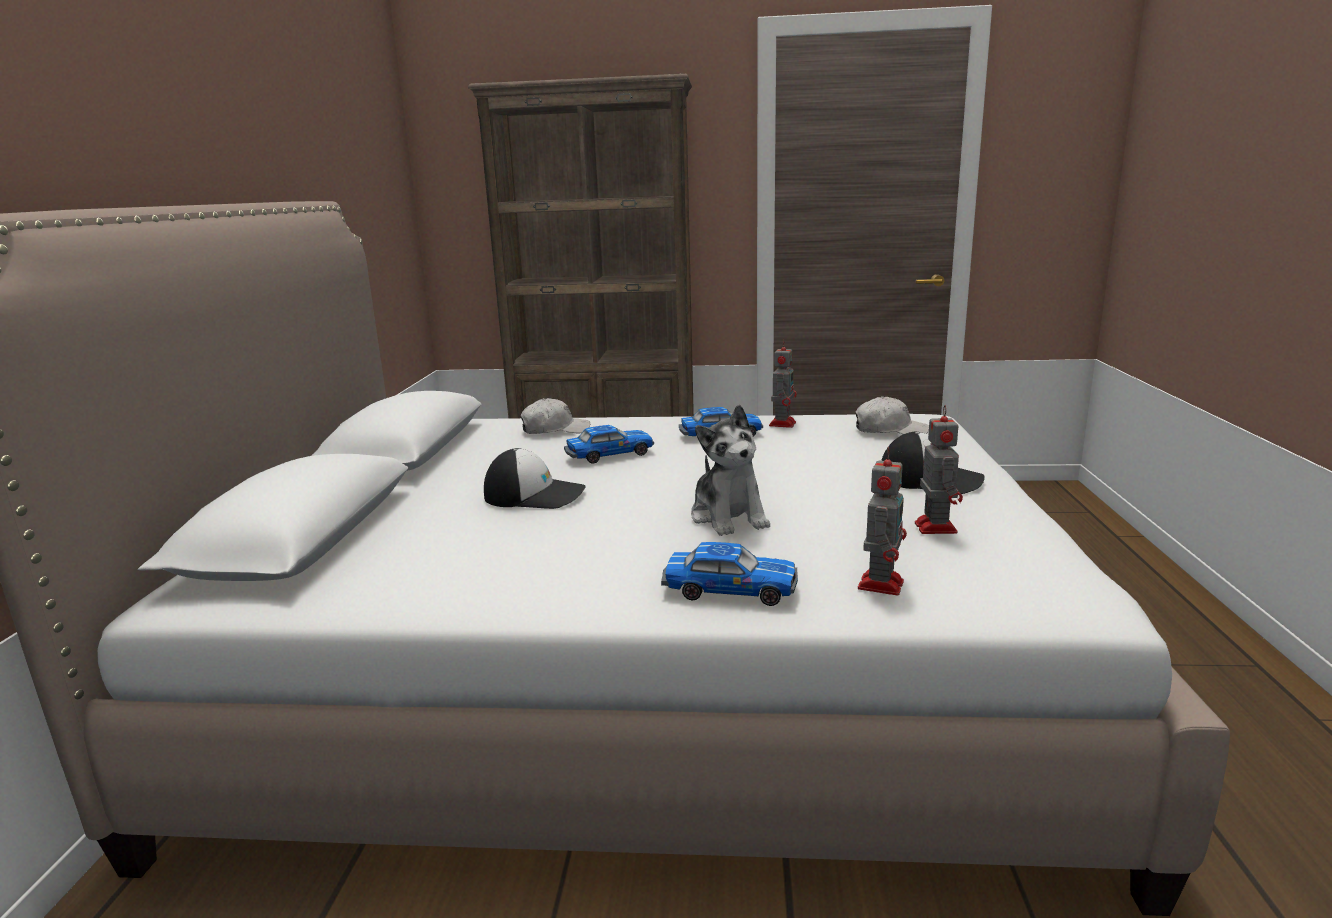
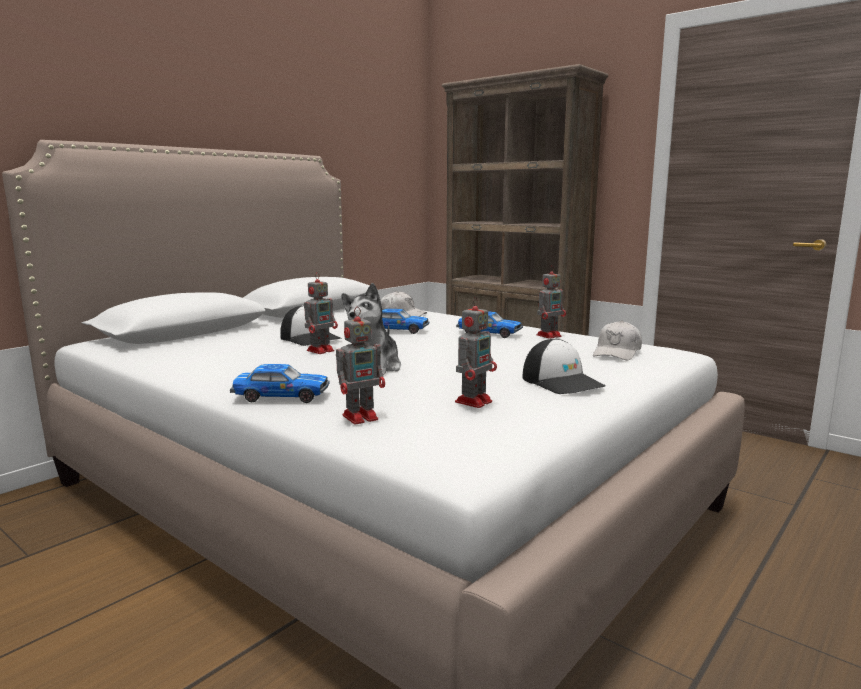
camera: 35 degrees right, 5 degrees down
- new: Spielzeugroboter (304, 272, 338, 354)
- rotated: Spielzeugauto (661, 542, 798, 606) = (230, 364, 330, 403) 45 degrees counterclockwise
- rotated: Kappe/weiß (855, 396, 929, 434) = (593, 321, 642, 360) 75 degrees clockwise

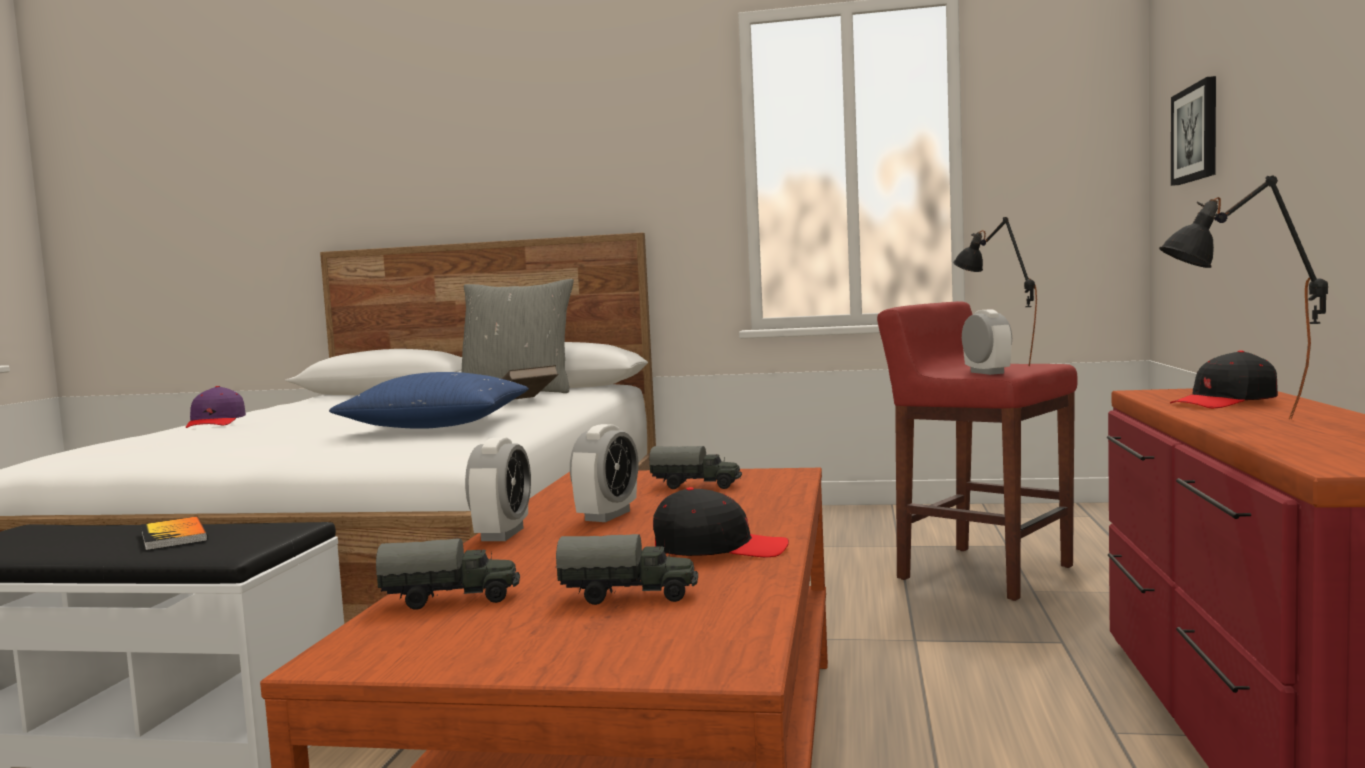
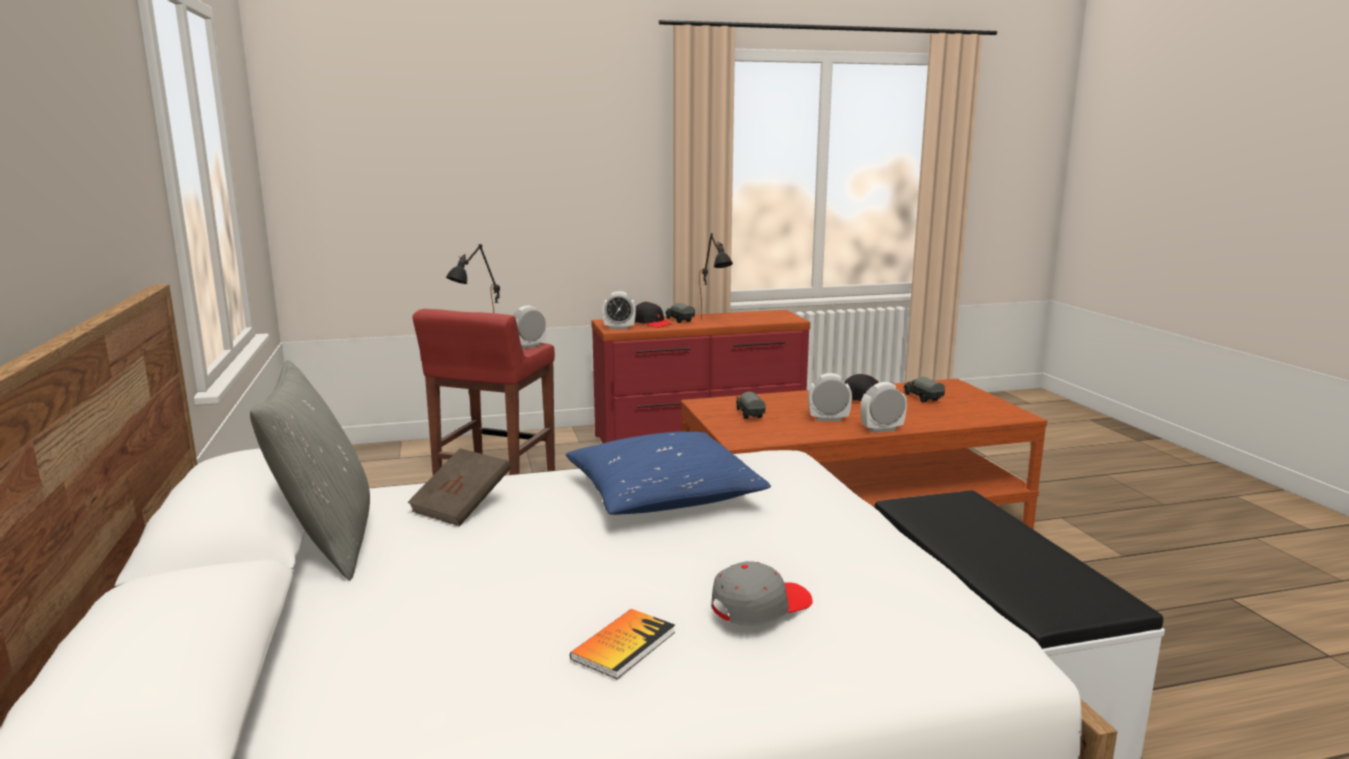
camera: 115 degrees left, 10 degrees up
- gone: Bild (1171, 76, 1216, 186)
- new: Wecker (603, 291, 636, 329)
- shifted: Buch (141, 517, 208, 551) to (570, 609, 675, 679)
- shifted: Spielzeuglaster (376, 538, 520, 610) to (665, 303, 695, 323)
- repainted: Kappe/lila (186, 386, 246, 428) to Kappe/grau (711, 561, 813, 625)

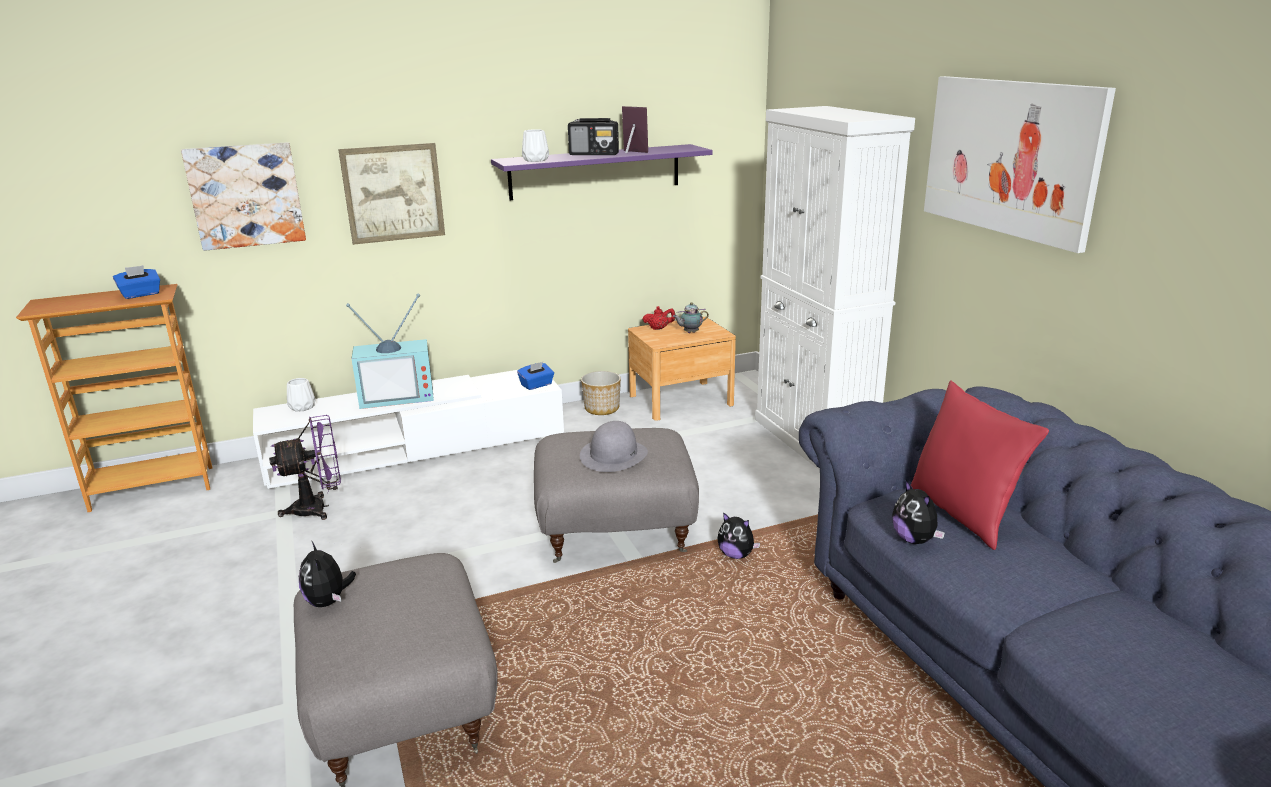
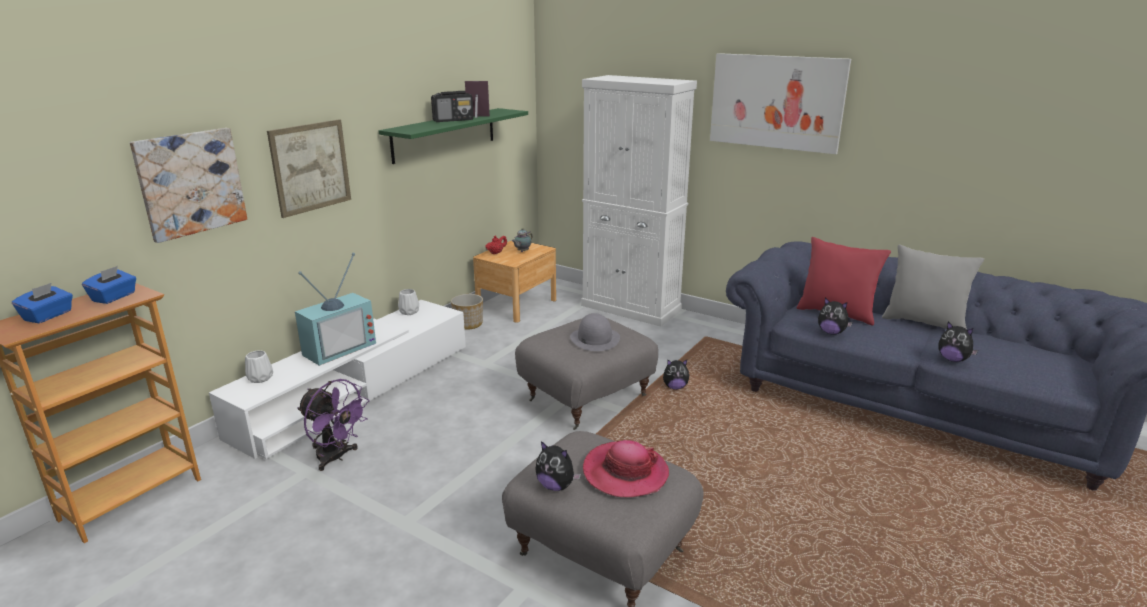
camera: 35 degrees left, 0 degrees up
- new: Hut (583, 440, 669, 497)
- new: Kissen/grau (882, 245, 984, 329)
- new: Plüschtier (938, 322, 978, 362)
- shifted: Taschentuchbox/blau (517, 362, 554, 390) to (12, 283, 73, 323)
- shifted: Vase/weiß (522, 129, 549, 162) to (398, 289, 419, 315)
- repainted: Wandregal/lila (491, 144, 713, 200) to Wandregal/grün (379, 108, 528, 164)
- rotated: Ventilator/lila (269, 415, 341, 520) = (297, 379, 369, 471) 90 degrees clockwise

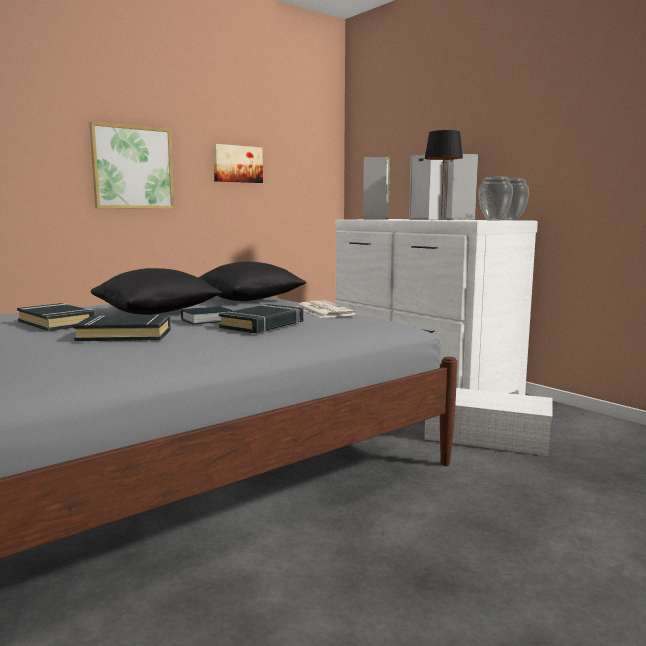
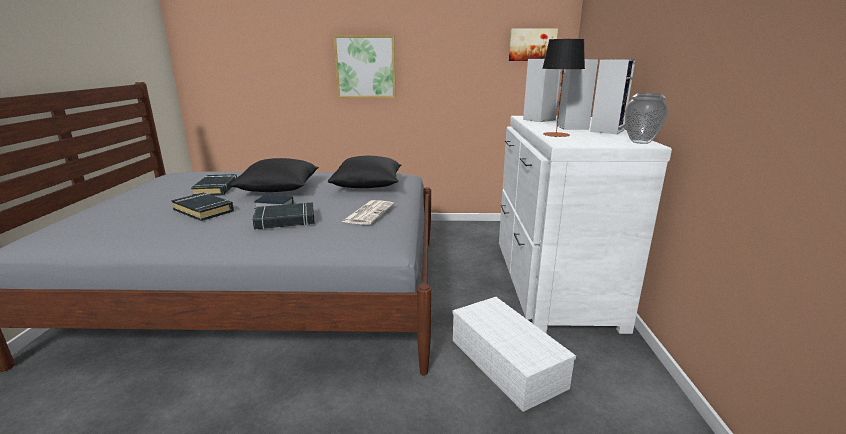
camera: 40 degrees right, 10 degrees up
- gone: Vase (478, 176, 513, 221)
- shifted: Bild (213, 144, 263, 183) to (509, 29, 558, 61)

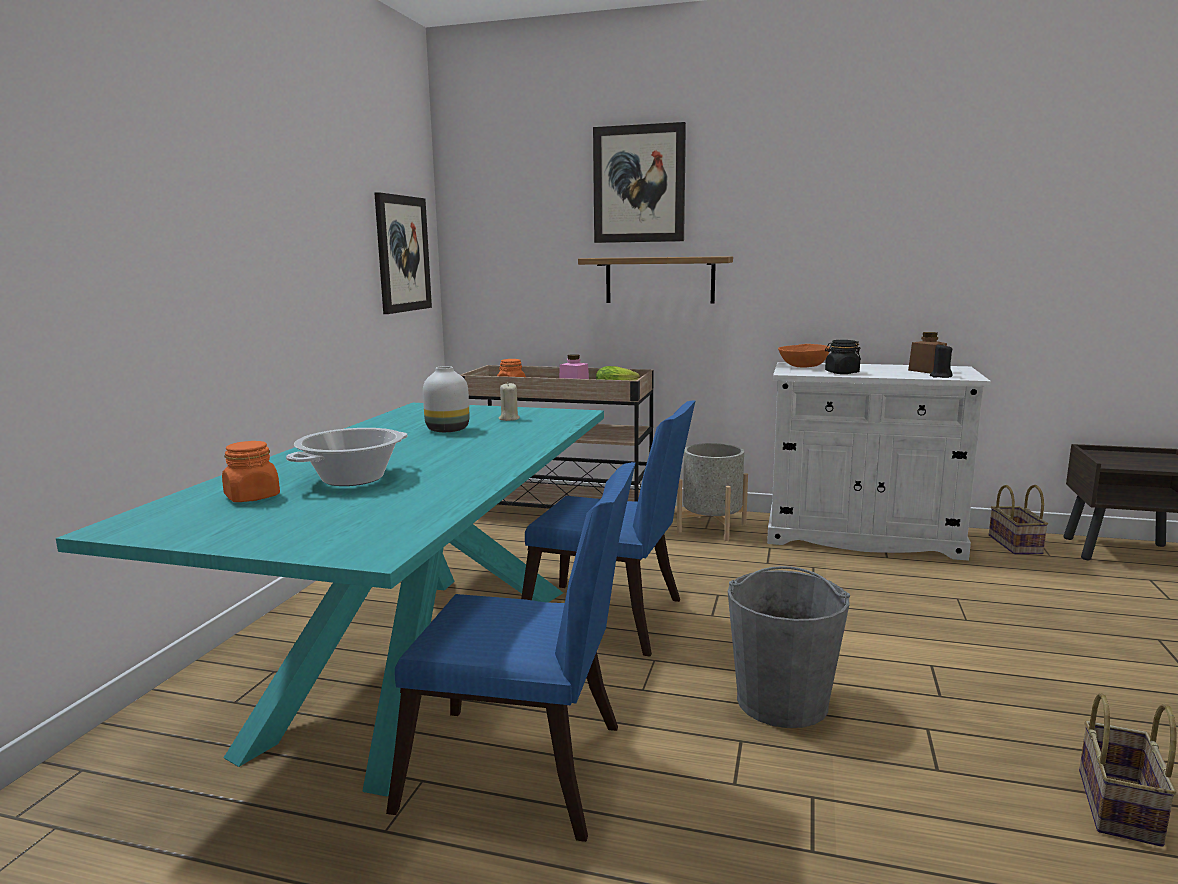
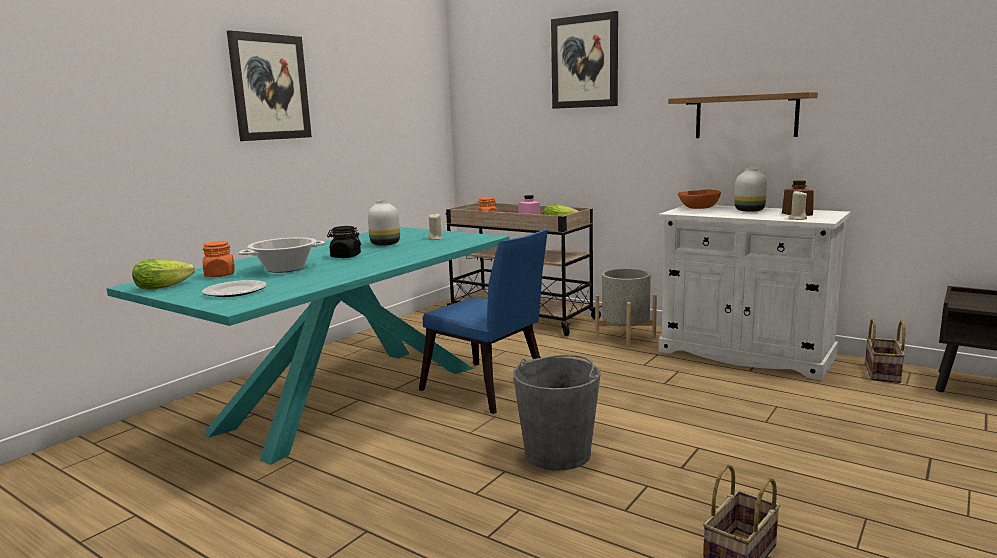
camera: 20 degrees right, 0 degrees up
- gone: Stuhl/blau (386, 462, 635, 842)
- new: Salatkopf (132, 259, 195, 290)
- new: Teller (202, 280, 267, 297)
- new: Vase/weiß (734, 168, 767, 212)
- shifted: Bild (374, 192, 432, 314) to (227, 30, 312, 141)
- shifted: Wandregal (578, 256, 733, 304) to (668, 92, 818, 138)
- shifted: Vorratsglas/schwarz (825, 340, 861, 374) to (327, 226, 361, 258)
- repainted: Kerze/schwarz (930, 344, 952, 378) to Kerze/beige (789, 191, 807, 220)

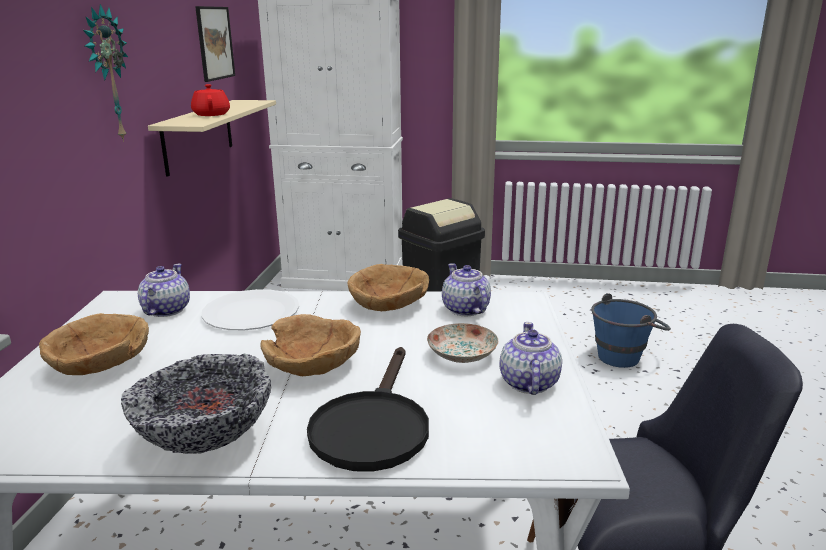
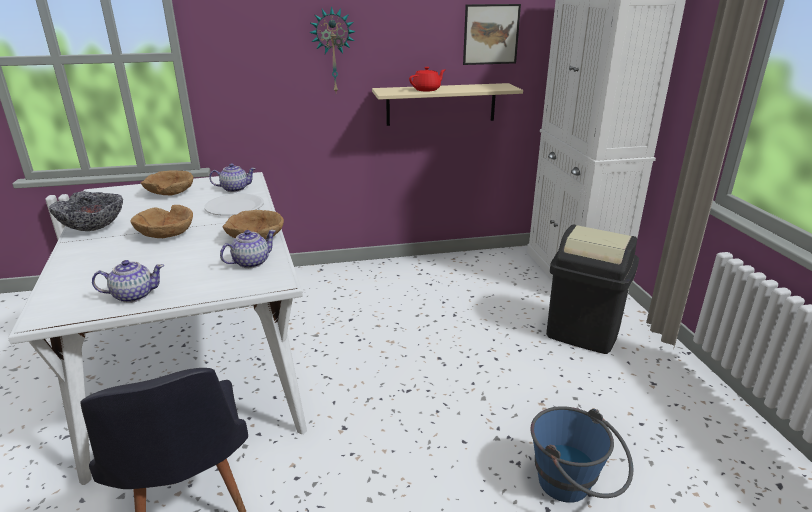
camera: 70 degrees right, 5 degrees up
- gone: Pfanne/schwarz (307, 347, 429, 472)
- gone: Teller (427, 323, 498, 363)

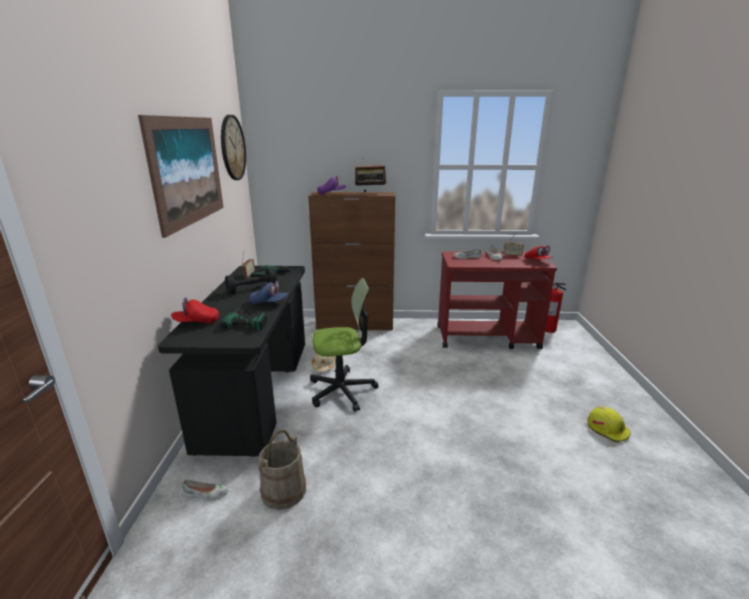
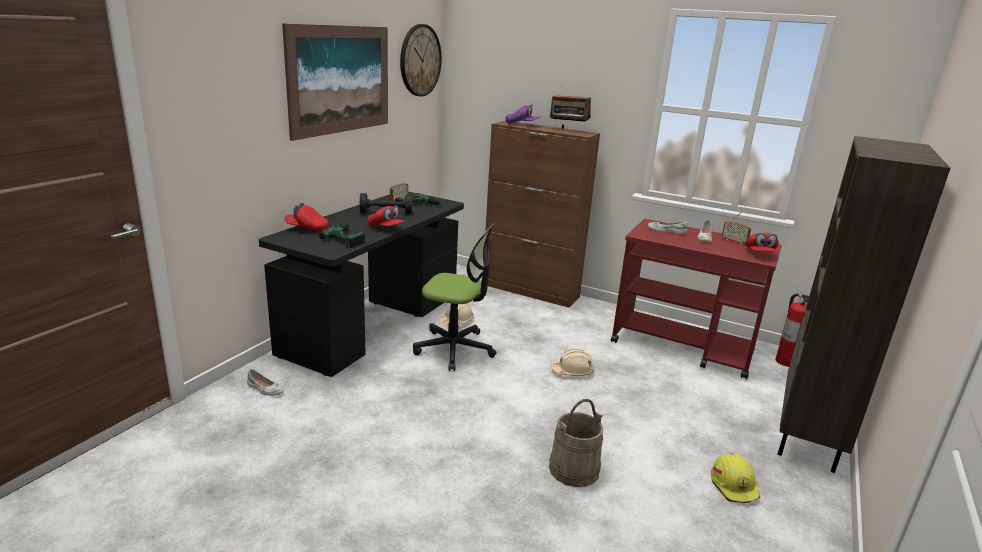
camera: 25 degrees right, 0 degrees up
- new: Schutzhelm/beige (551, 349, 594, 376)
- new: Bücherregal/braun (778, 136, 951, 473)
- shifted: Eimer/beige (259, 430, 306, 510) to (549, 399, 603, 487)
- repainted: Kappe/blau (249, 281, 288, 304) to Kappe/rot (367, 205, 405, 226)

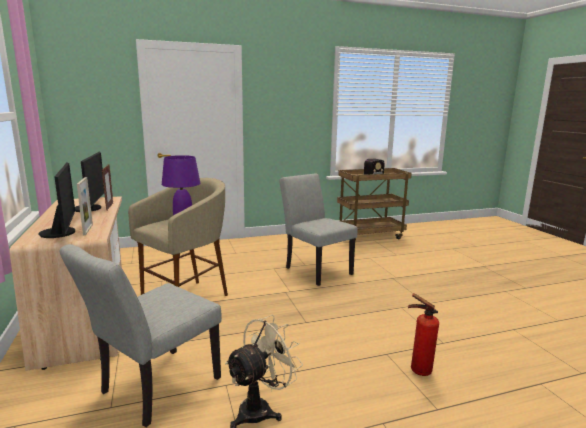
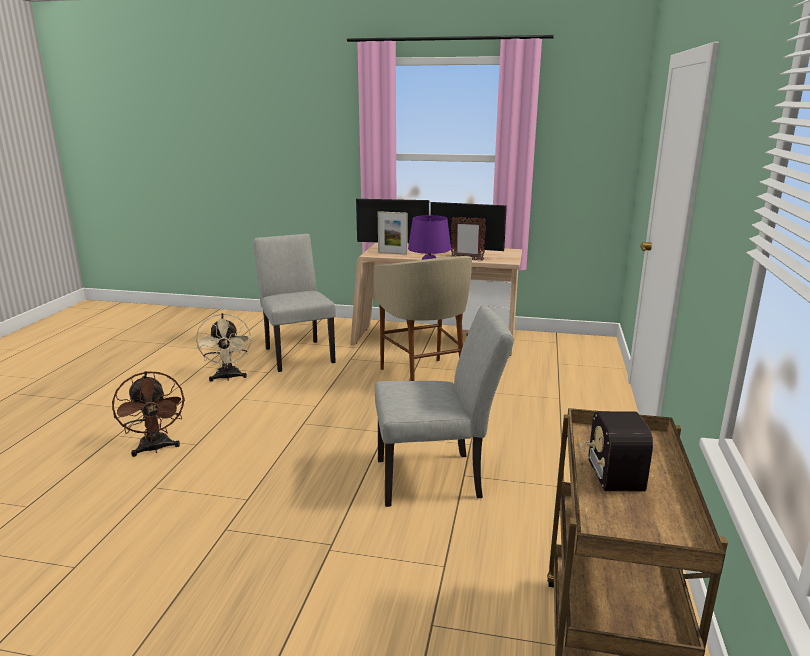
camera: 120 degrees right, 5 degrees up
- swapped: Feuerlöscher (408, 293, 439, 376) to Ventilator/braun (112, 371, 185, 457)

